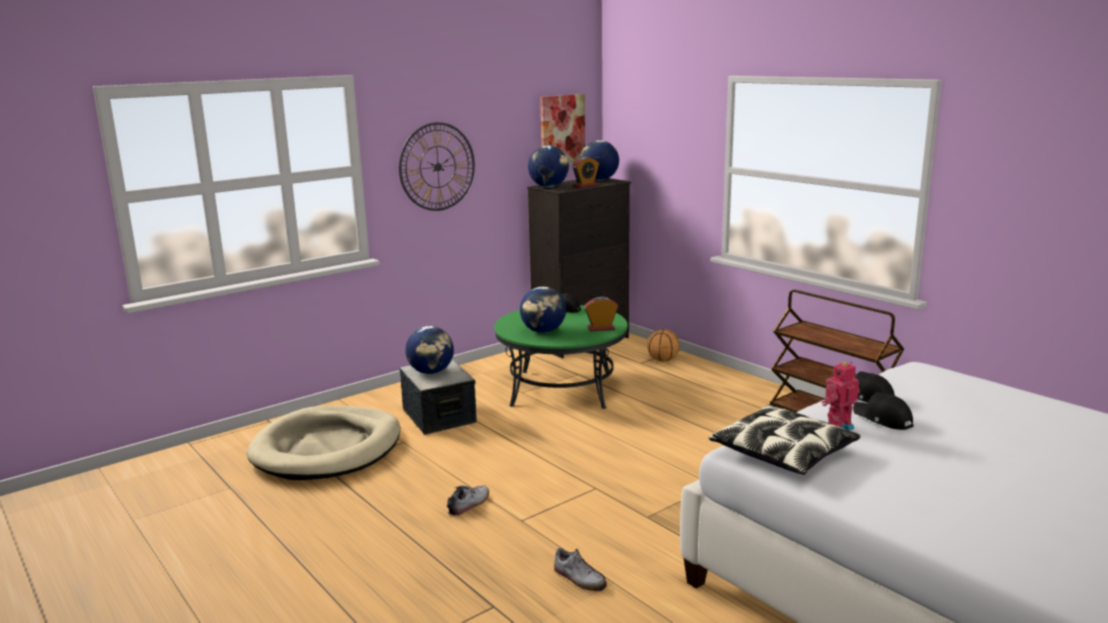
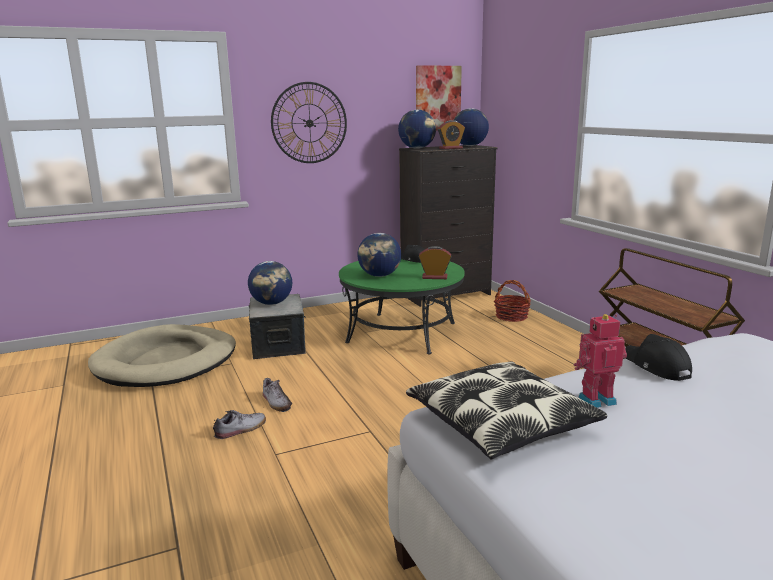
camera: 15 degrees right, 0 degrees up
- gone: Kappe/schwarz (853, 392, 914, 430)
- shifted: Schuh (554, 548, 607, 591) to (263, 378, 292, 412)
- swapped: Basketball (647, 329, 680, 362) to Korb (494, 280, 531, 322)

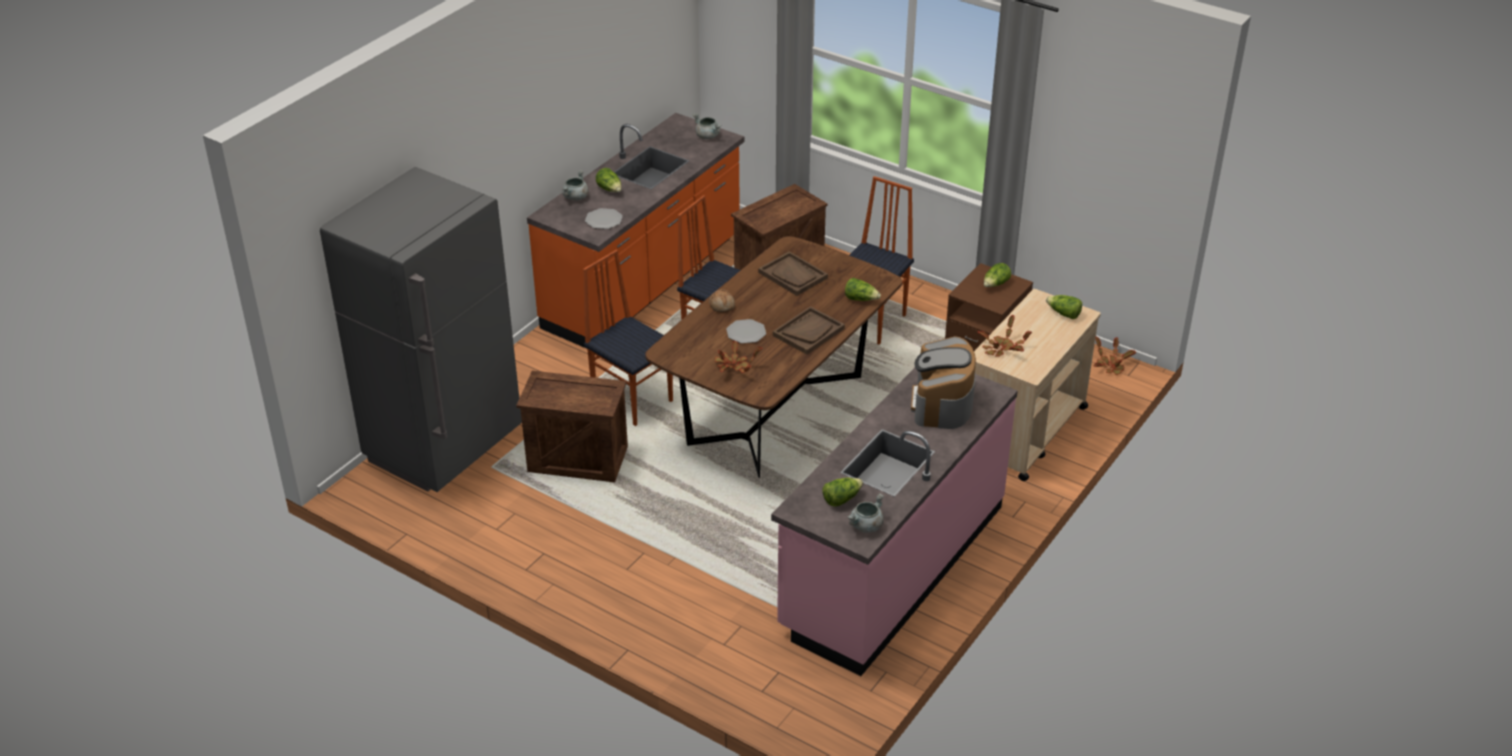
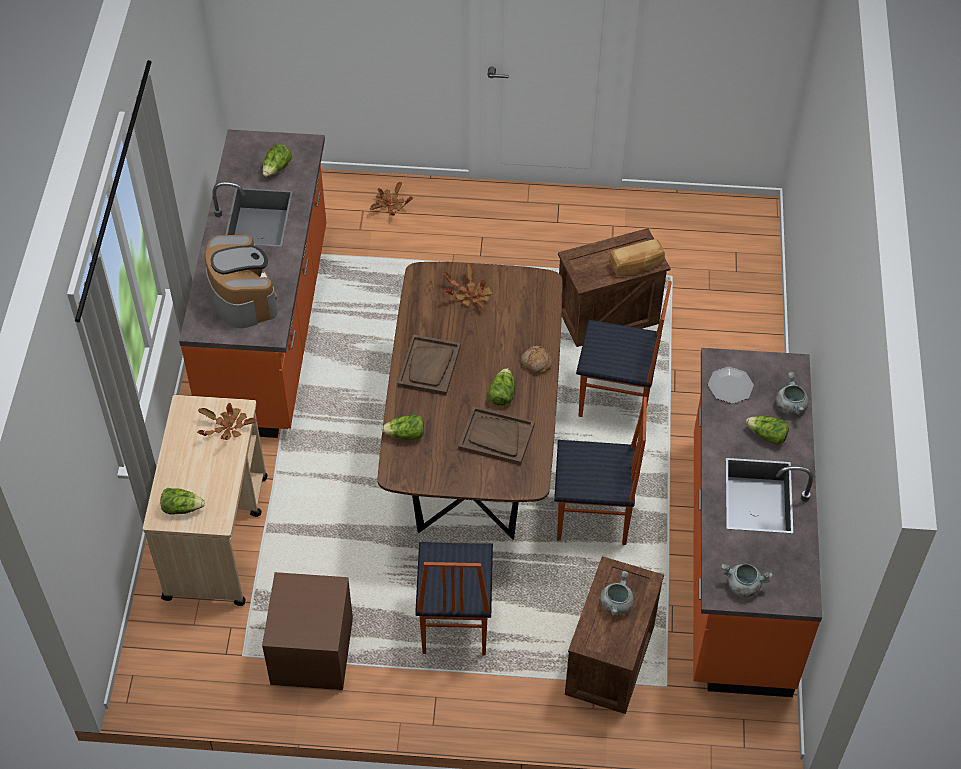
camera: 150 degrees right, 15 degrees up
- gone: Kühlschrank/grau (320, 167, 522, 492)
- gone: Teller (726, 319, 766, 344)
- new: Brot (609, 239, 665, 276)
- shifted: Kochtopf/grau (847, 493, 884, 533) to (600, 571, 634, 615)
- shifted: Salatkopf (984, 263, 1011, 287) to (488, 368, 515, 406)
- shifted: Topfpflanze (1093, 336, 1137, 375) to (370, 182, 413, 216)
- repainted: Küchenzeile/rosa (771, 368, 1018, 676) to Küchenzeile/orange (179, 129, 327, 438)

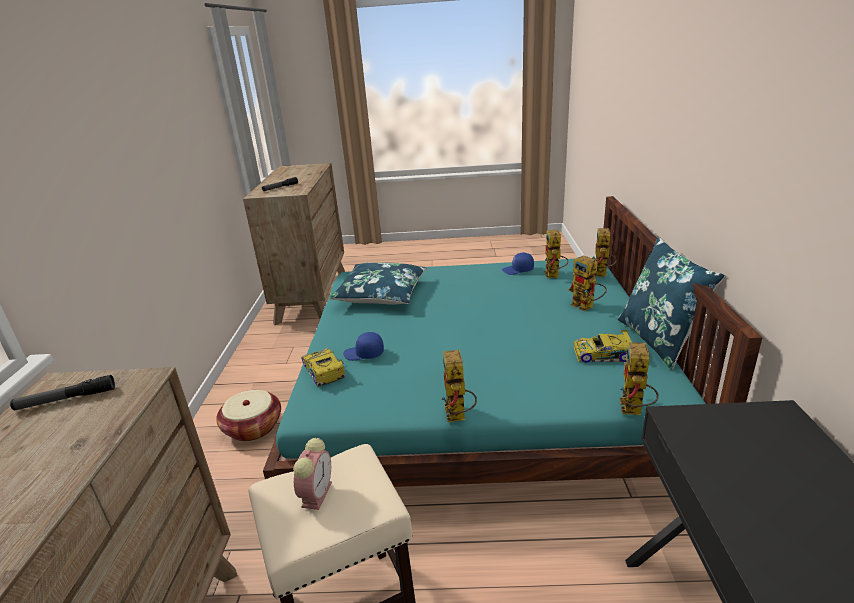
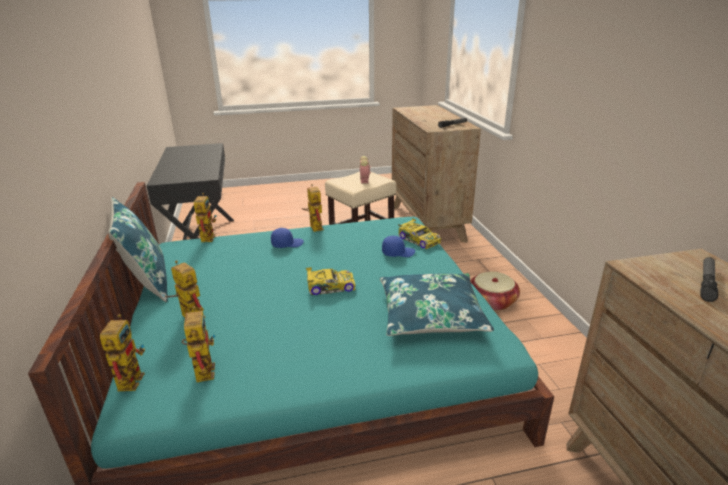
camera: 165 degrees right, 0 degrees up
- shifted: Kappe/blau (502, 253, 534, 275) to (271, 228, 304, 248)
- shifted: Spielzeugauto (574, 330, 632, 363) to (306, 267, 356, 295)

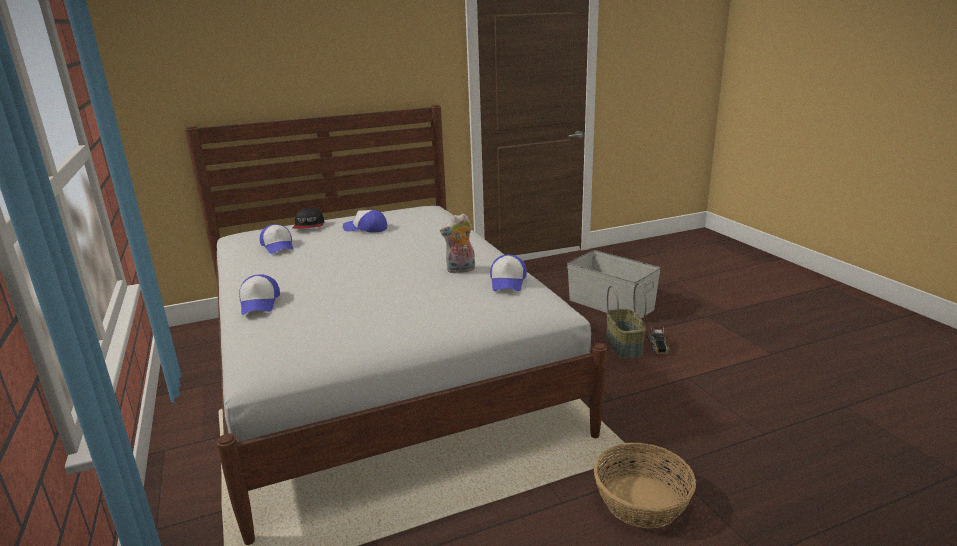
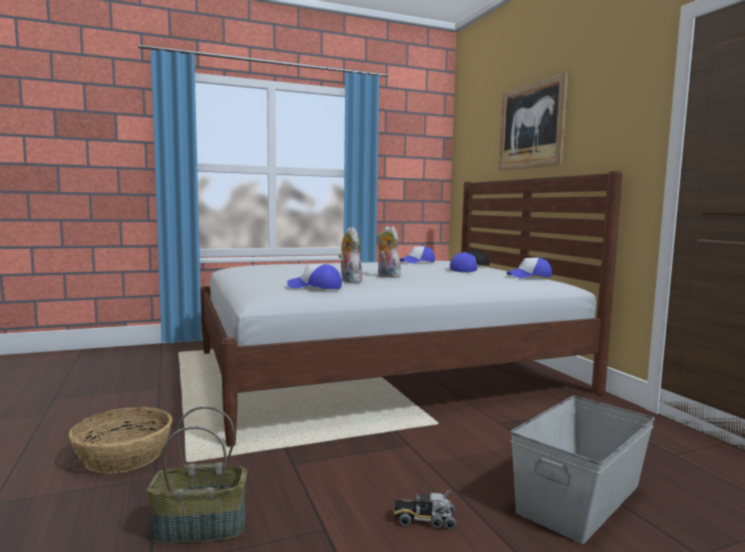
camera: 90 degrees right, 15 degrees down
- new: Plüschtier (376, 226, 401, 278)
- new: Bild (499, 72, 568, 171)
- shifted: Kappe (239, 274, 280, 315) to (507, 257, 552, 278)
- shifted: Korb (606, 283, 647, 359) to (146, 406, 247, 543)

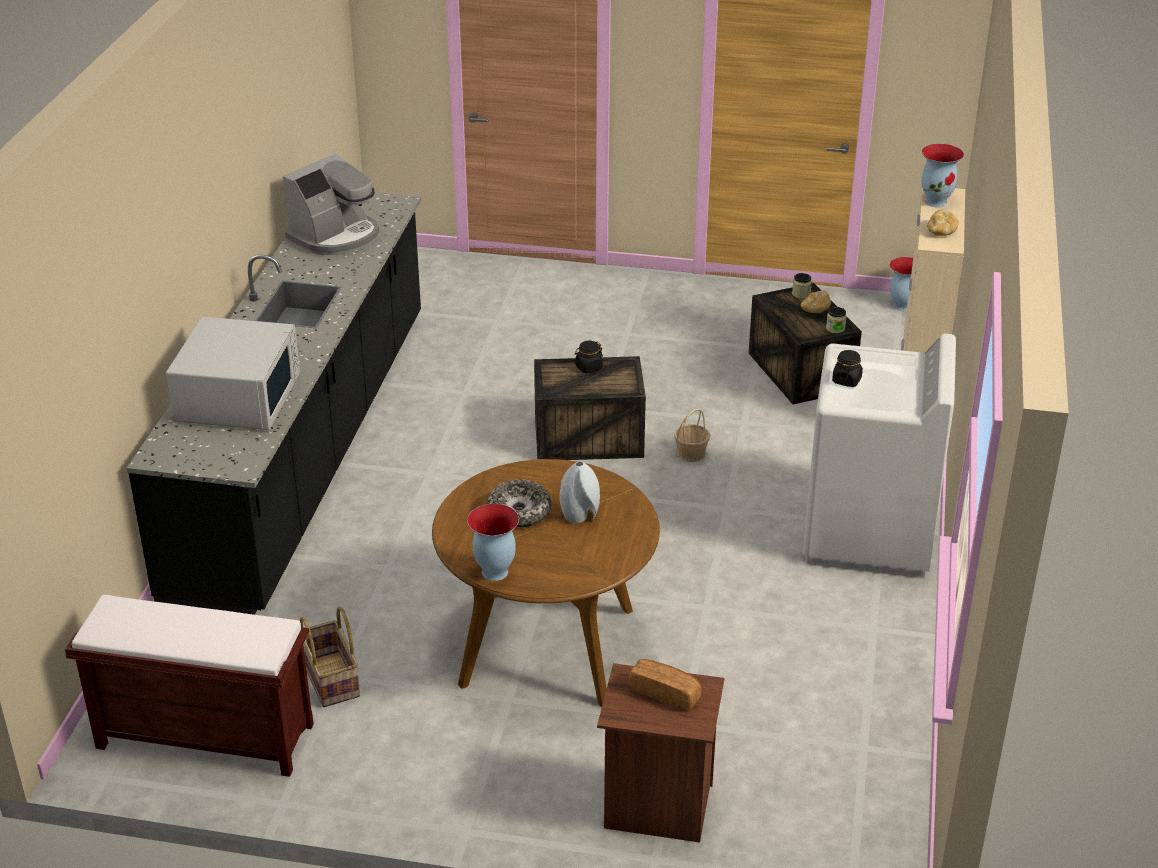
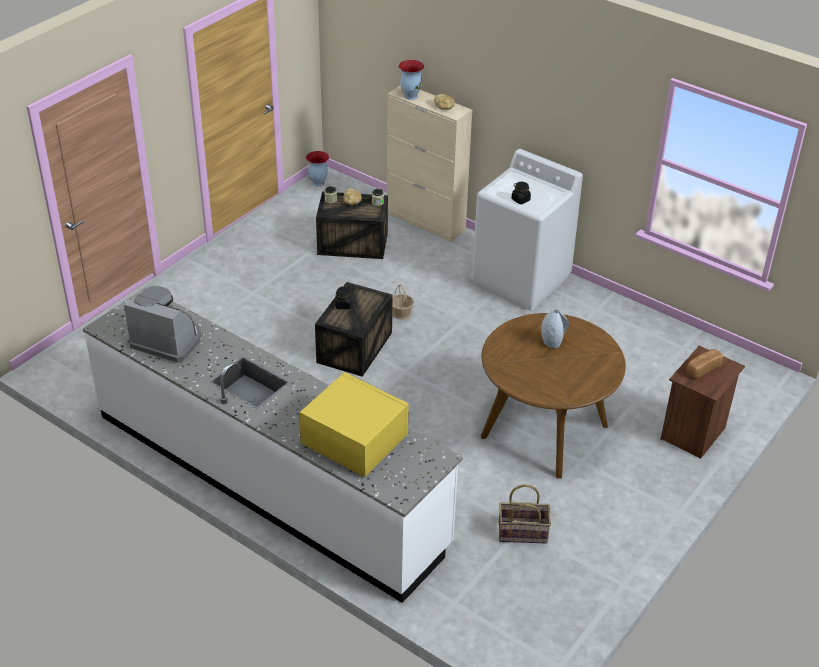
camera: 65 degrees left, 5 degrees up
- gone: Bank/braun (65, 595, 314, 777)
- gone: Vase (467, 504, 519, 581)
- gone: Schüssel (487, 479, 551, 527)
- repainted: Küchenzeile/schwarz (127, 192, 421, 615) to Küchenzeile/weiß (83, 287, 463, 603)
- repainted: Mikrowelle/weiß (166, 317, 300, 430) to Mikrowelle/gelb (299, 372, 409, 477)
- rotated: Kaffeemaschine (283, 153, 379, 255) = (124, 286, 201, 363) 45 degrees counterclockwise

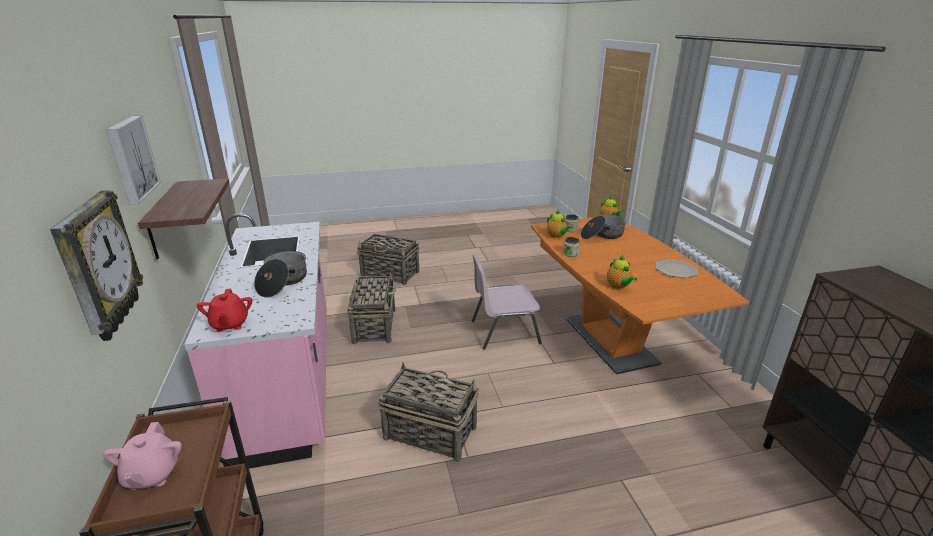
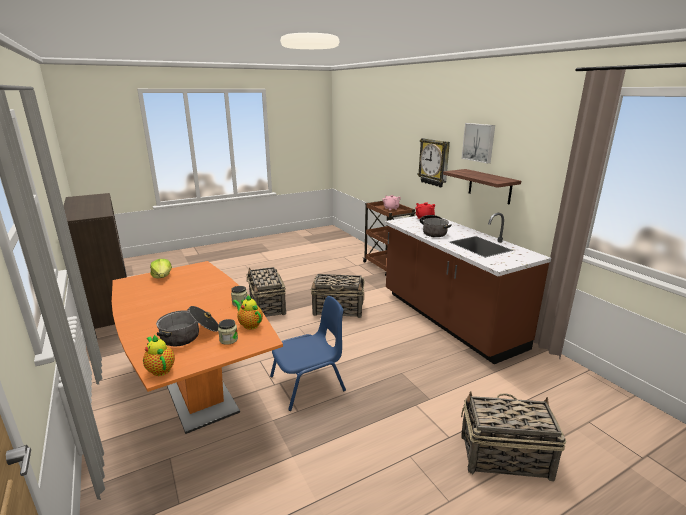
camera: 165 degrees right, 5 degrees down
- gone: Teekanne (607, 255, 637, 290)
- gone: Teller (656, 259, 698, 278)
- new: Salatkopf (150, 259, 172, 278)
- shifted: Korb (347, 272, 396, 344) to (246, 267, 286, 317)
- repainted: Küchenzeile/rosa (184, 213, 327, 469) to Küchenzeile/braun (385, 213, 551, 364)
- repainted: Stuhl/rosa (472, 254, 542, 350) to Stuhl/blau (270, 296, 346, 411)

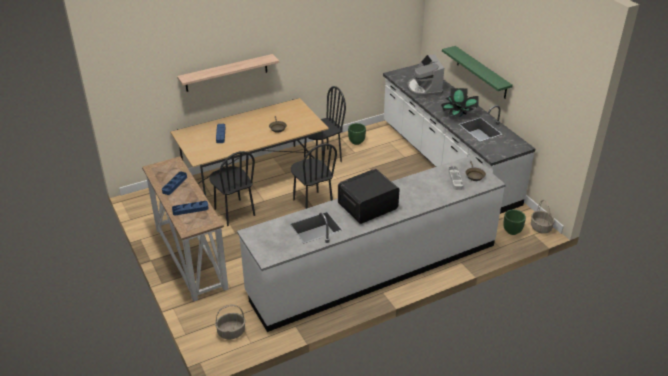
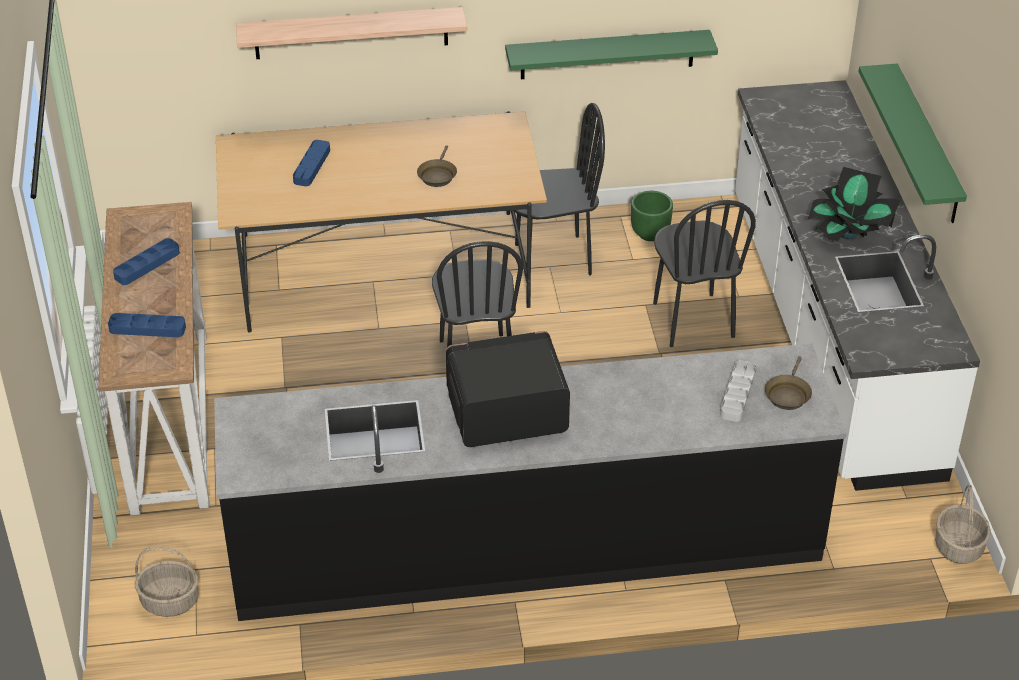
camera: 20 degrees right, 5 degrees up
- gone: Kaffeemaschine (407, 55, 444, 97)
- gone: Pflanzkübel/grün (503, 210, 526, 235)
- new: Wandregal/grün (505, 30, 718, 79)
- shifted: Stuhl/schwarz (209, 151, 255, 226) to (653, 200, 756, 347)
- repainted: Küchenzeile/weiß (237, 156, 506, 332) to Küchenzeile/schwarz (214, 343, 847, 621)

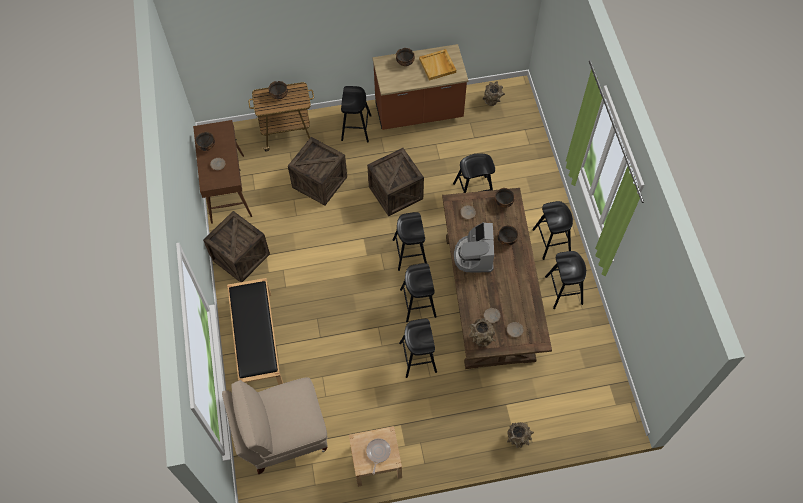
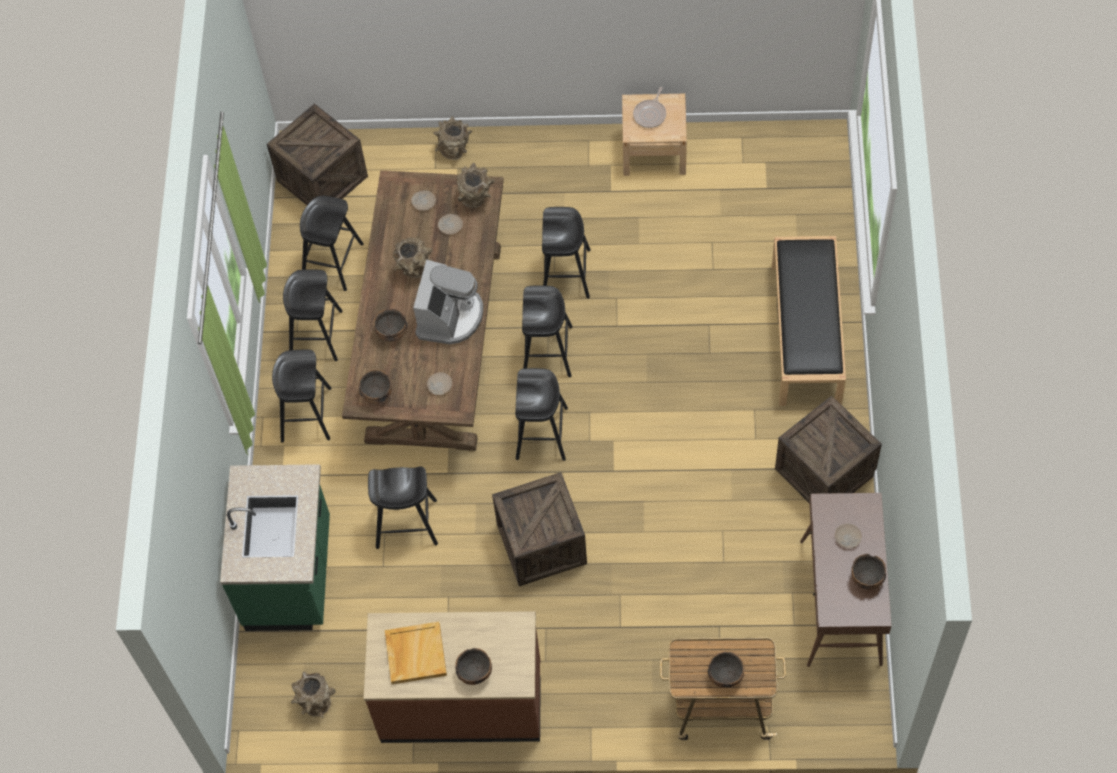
camera: 165 degrees left, 0 degrees up
- gone: Stuhl/beige (222, 377, 328, 474)
- new: Küchenzeile/grün (220, 464, 330, 631)
- new: Vase/braun (393, 237, 433, 278)
- shifted: Kiste (288, 137, 347, 205) to (267, 103, 368, 205)
- shifted: Hocker/schwarz (341, 86, 372, 142) to (300, 195, 364, 291)

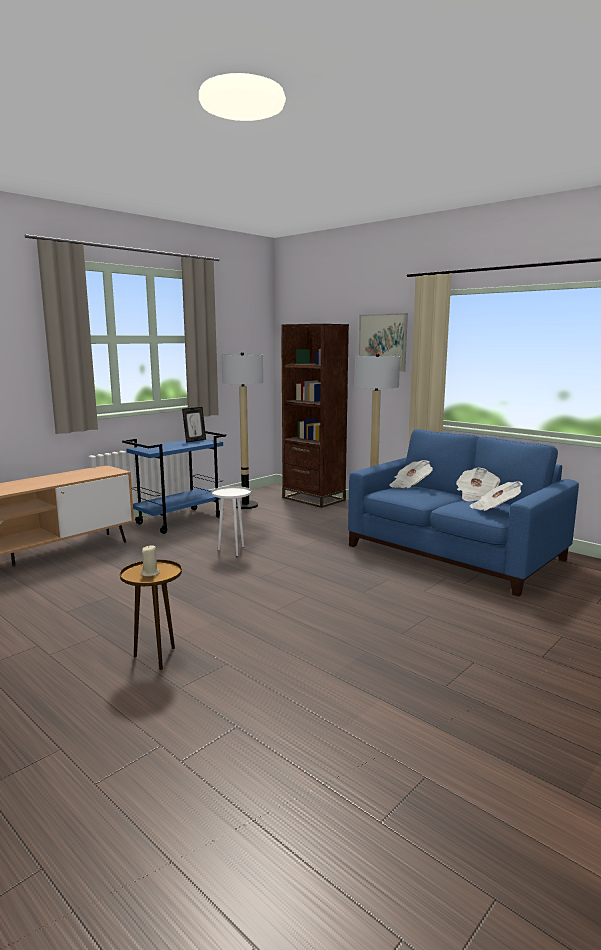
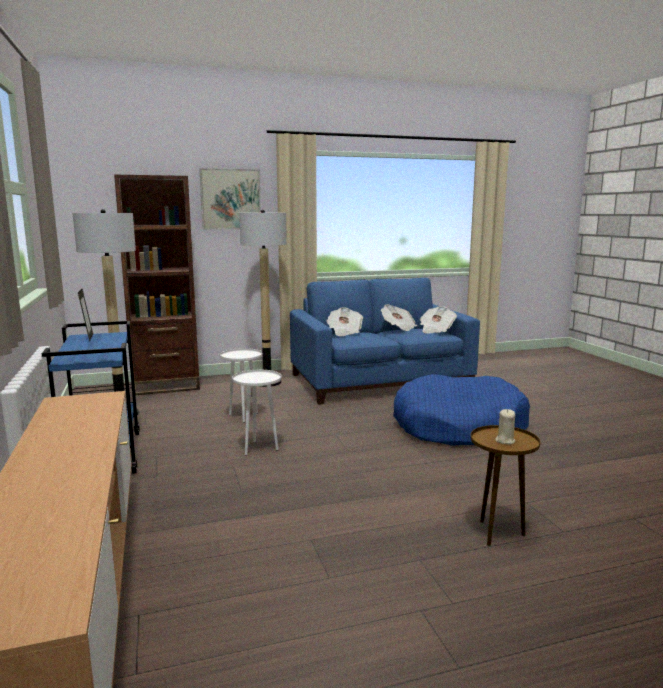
camera: 60 degrees left, 0 degrees up
- new: Beistelltisch/weiß (220, 348, 263, 423)
- new: Hundebett/blau (393, 374, 530, 446)

